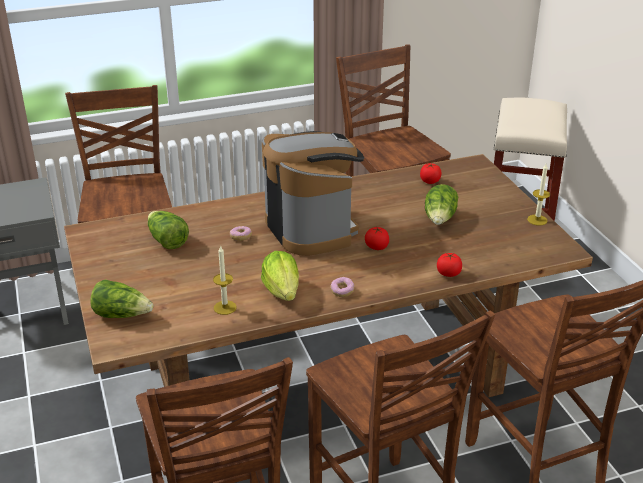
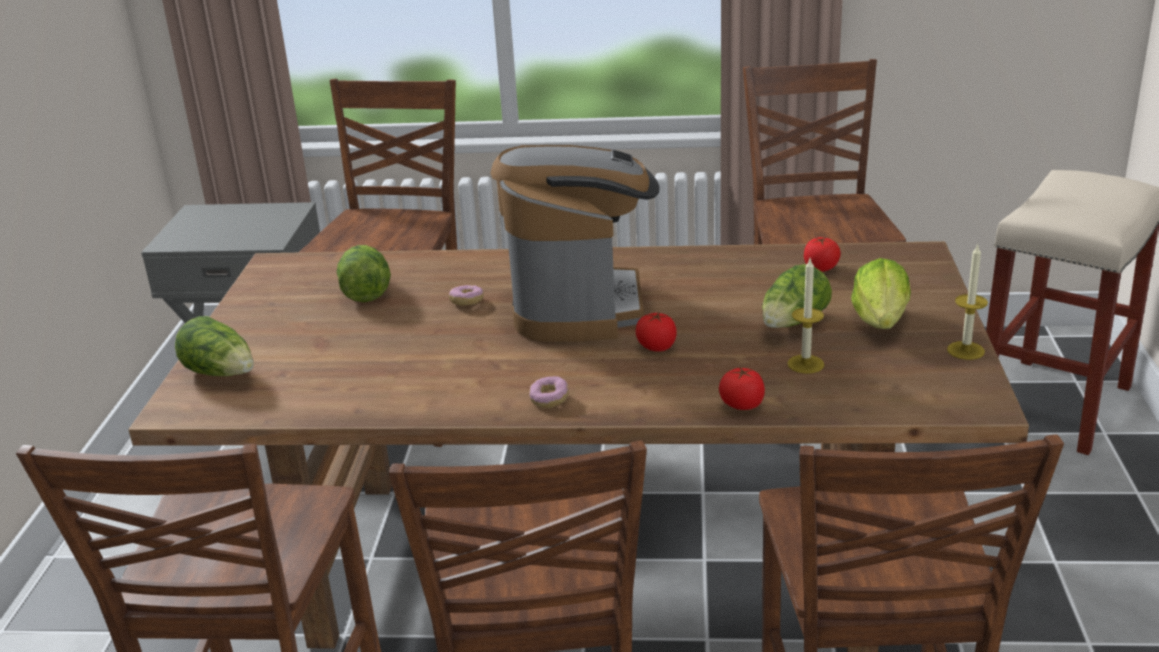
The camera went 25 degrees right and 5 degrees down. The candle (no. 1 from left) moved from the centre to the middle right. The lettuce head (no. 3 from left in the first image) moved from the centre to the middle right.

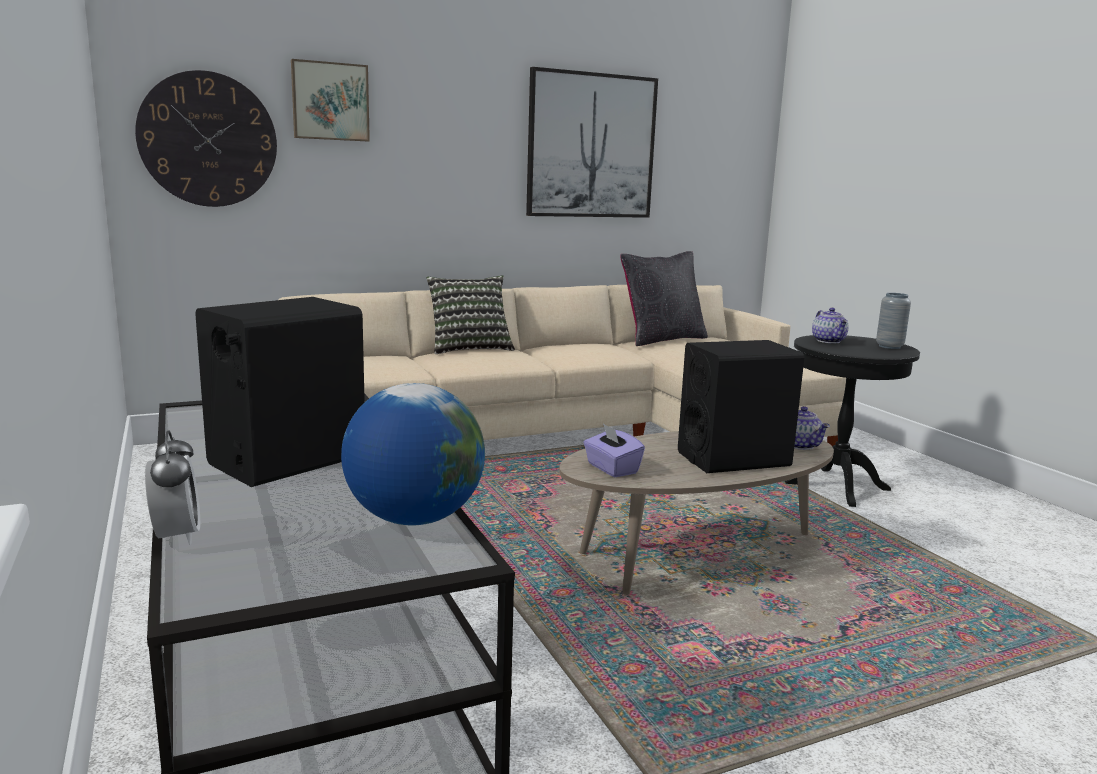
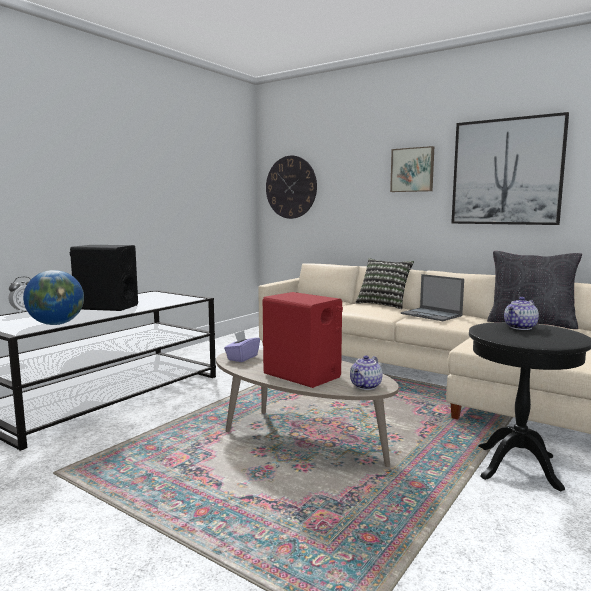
The camera went 60 degrees right and 5 degrees down. The black audio speaker (no. 2 from left) at the middle right became the red-coloured audio speaker at the centre. The picture (no. 1 from left) moved from the top left to the top right. The portable computer at the middle right appeared. The greyish vase at the middle right disappeared.

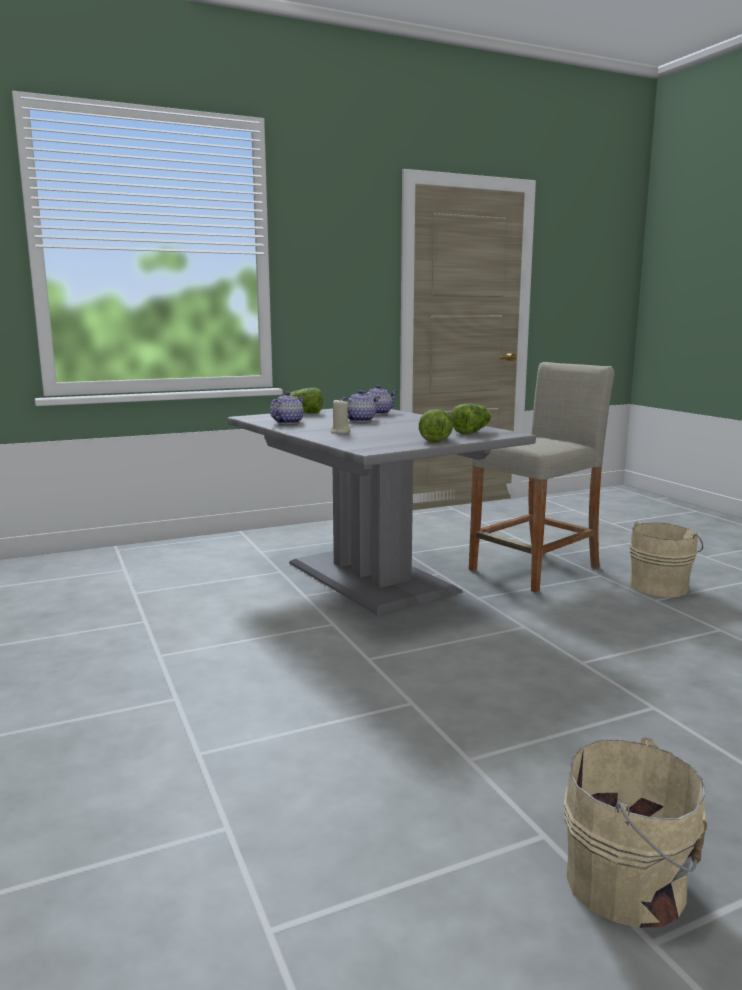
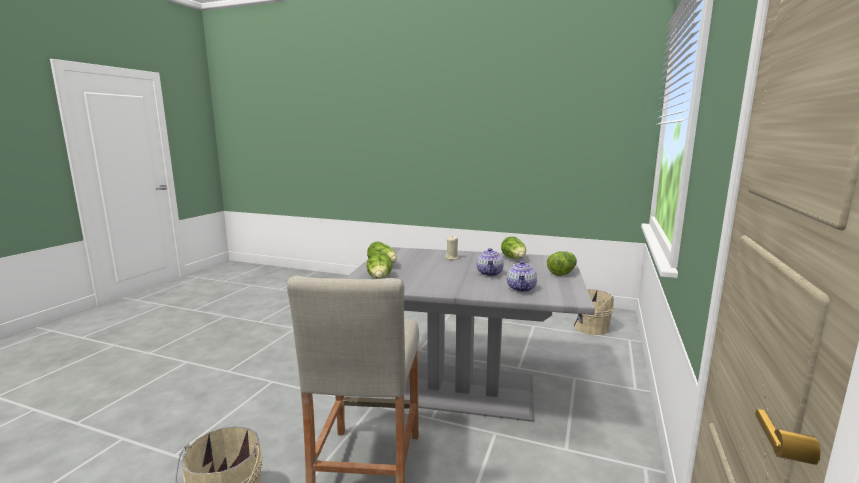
The camera went 135 degrees right and 0 degrees up. The teapot (no. 1 from left) at the centre was replaced by the lettuce head (no. 3 from left) at the centre. The sand-coloured water bucket (no. 1 from left in the first image) moved from the bottom right to the middle right.

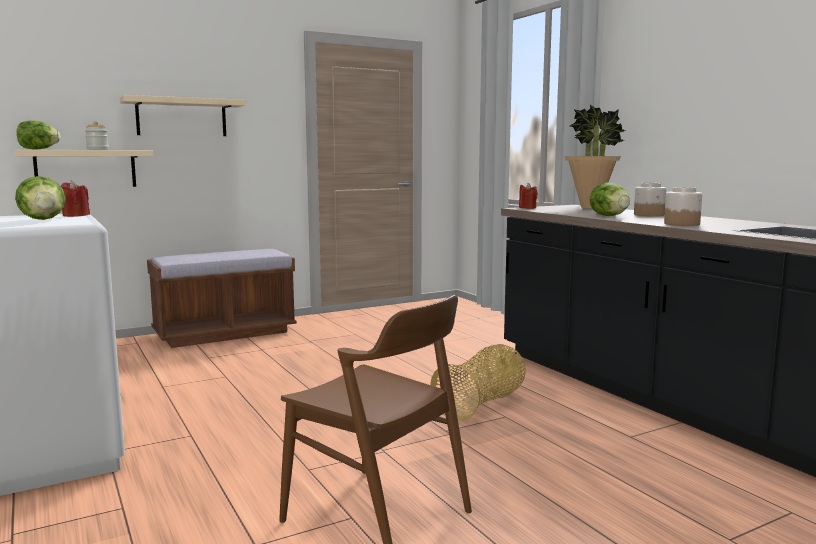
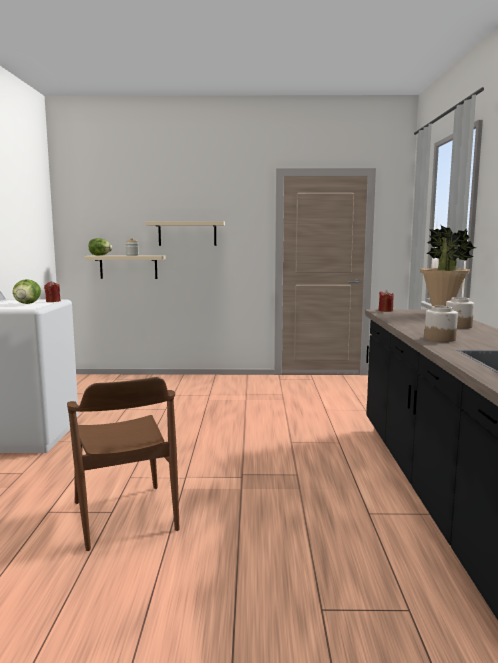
The camera went 30 degrees right and 0 degrees up. The brown-coloured indoor bench at the middle left disappeared. The storage basket at the bottom centre disappeared. The lettuce head (no. 3 from left) at the middle right disappeared.

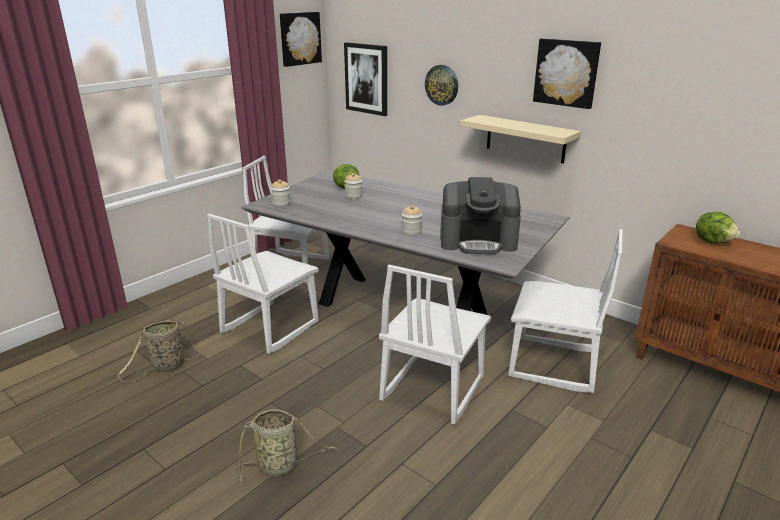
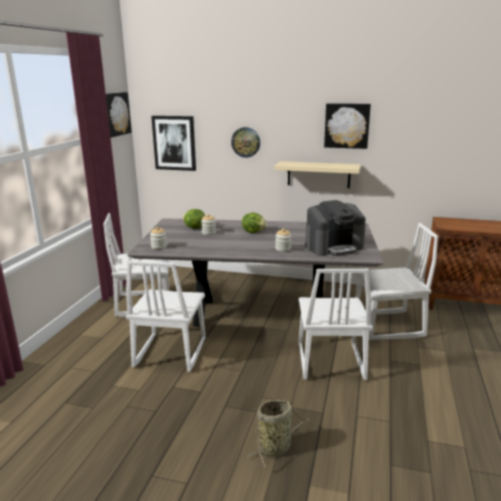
The camera went 25 degrees left and 5 degrees down. The lettuce head (no. 2 from left) moved from the middle right to the centre. The storage basket (no. 1 from left) at the bottom left disappeared.

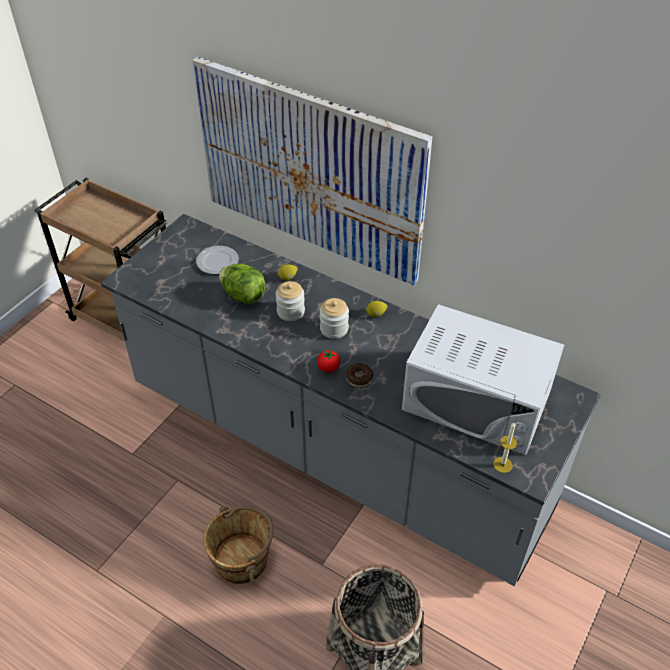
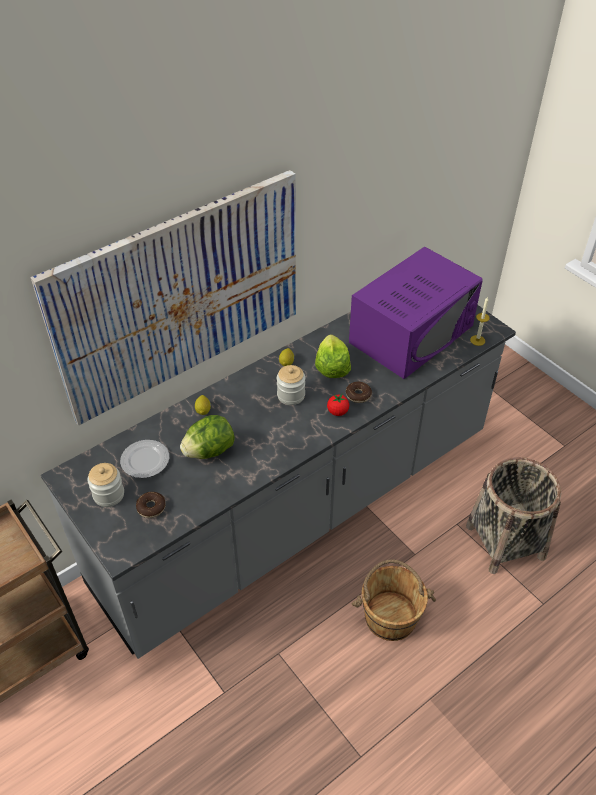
The camera went 70 degrees left and 0 degrees up. The jar (no. 1 from left) moved from the centre to the middle left. The donut (no. 1 from left) at the middle left appeared. The lettuce head (no. 2 from left) at the centre appeared. The white microwave oven at the middle right became the purple microwave oven at the middle right.

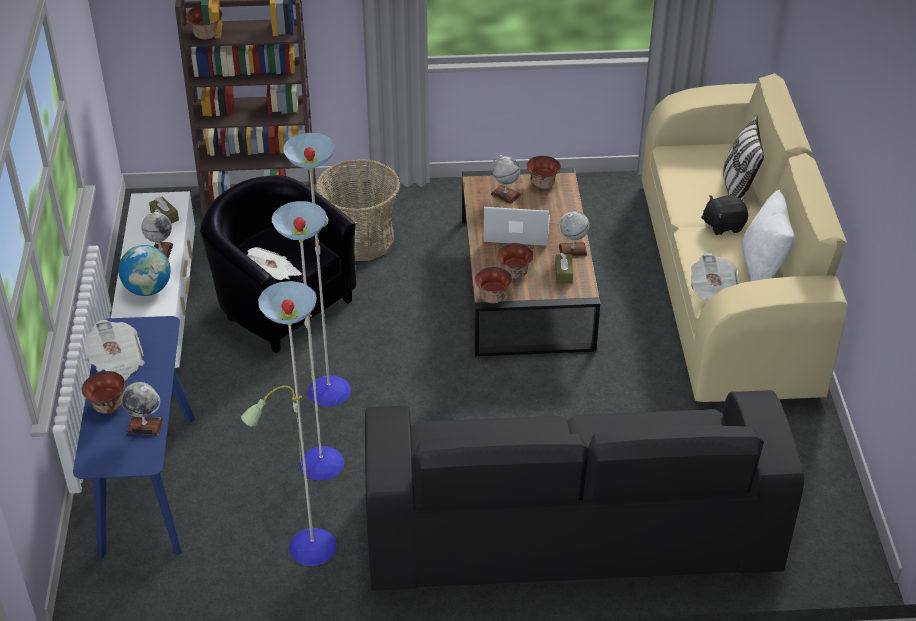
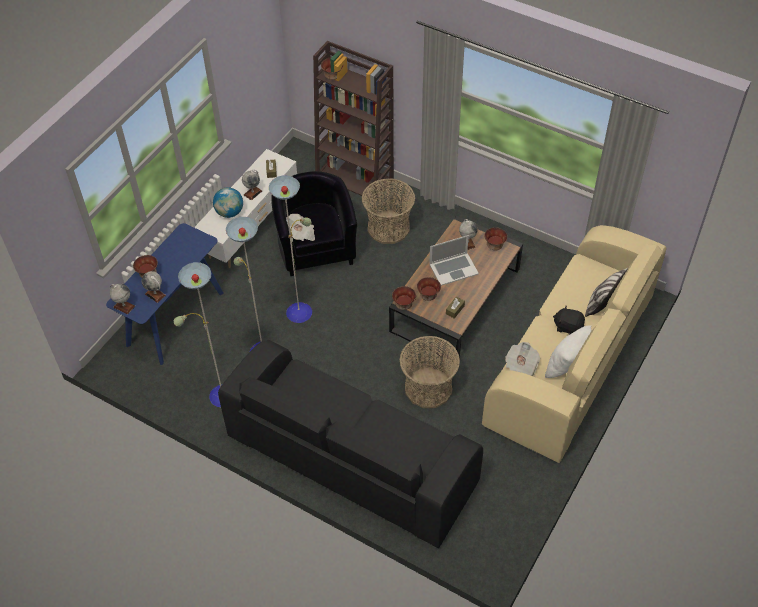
The camera went 35 degrees right and 10 degrees up. The world globe (no. 5 from left in the first image) moved from the centre to the middle left. The storage basket (no. 2 from left) at the centre appeared. The portable computer at the centre turned 120 degrees clockwise. The daily paper (no. 1 from left) at the middle left disappeared.

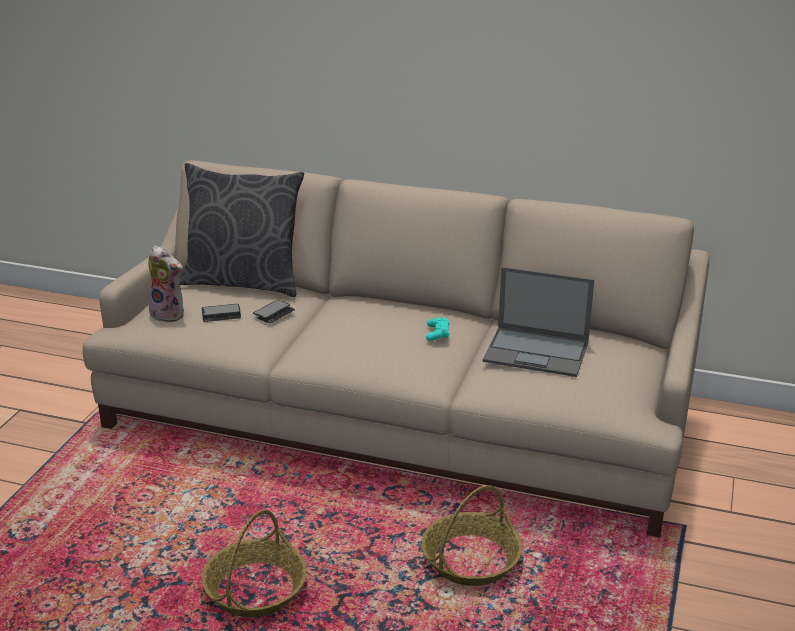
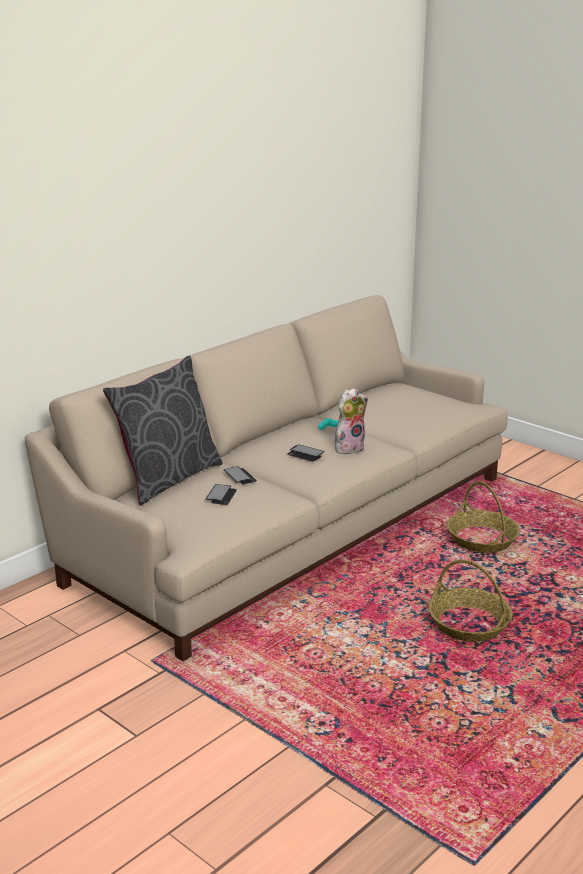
The camera went 65 degrees left and 5 degrees down. The handset (no. 3 from left) at the centre appeared. The cuddly toy moved from the middle left to the centre. The portable computer at the middle right disappeared.

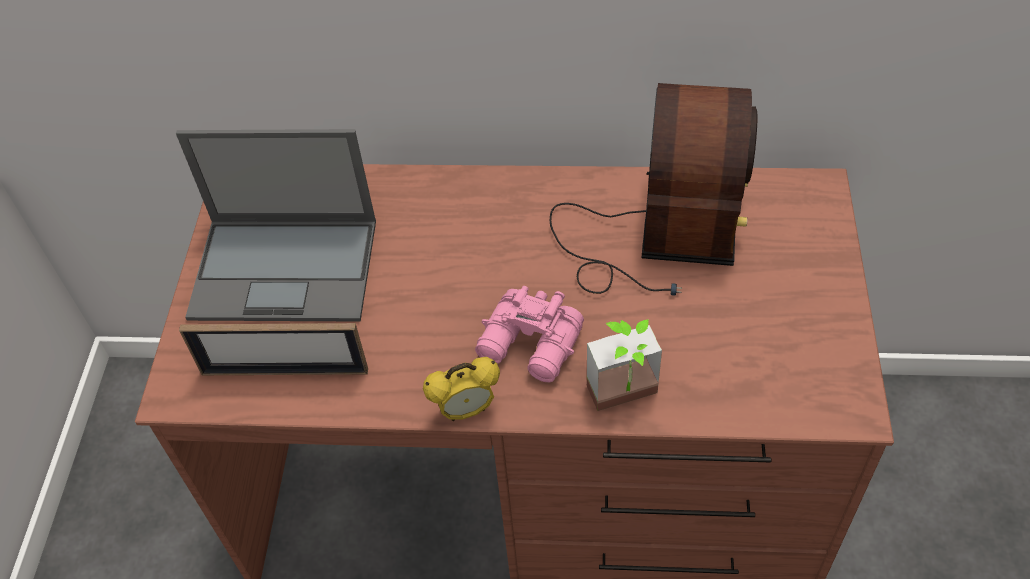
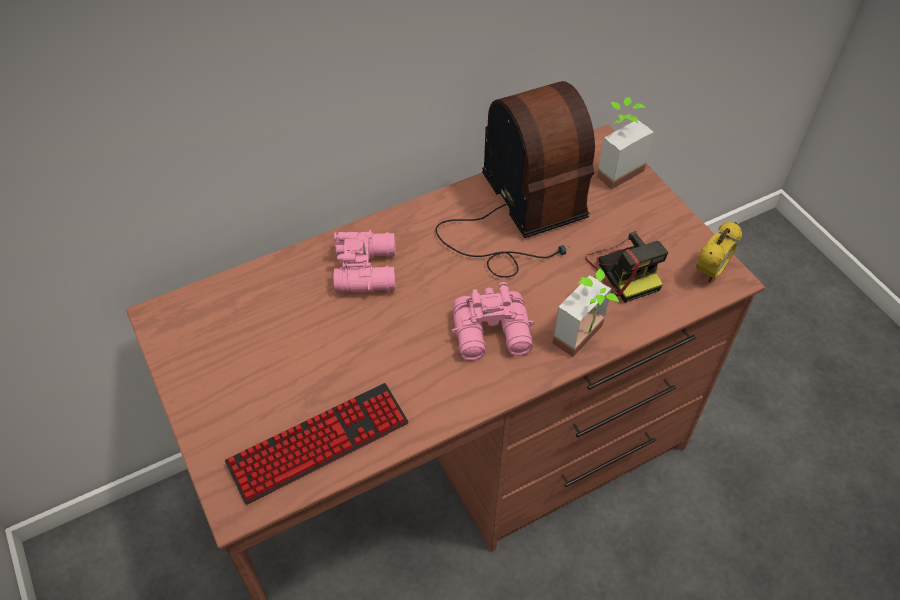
The camera went 35 degrees left and 0 degrees up. The picture frame at the middle left was replaced by the keyboard at the bottom centre. The pinkish field glasses (no. 1 from left) at the centre appeared. The still camera at the middle right appeared. The plant in a pot (no. 2 from left) at the top right appeared. The table clock moved from the bottom centre to the middle right. The portable computer at the middle left disappeared.

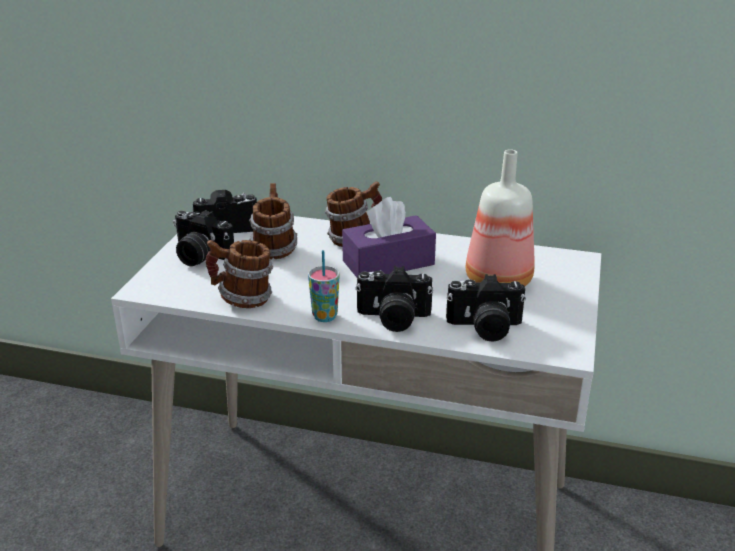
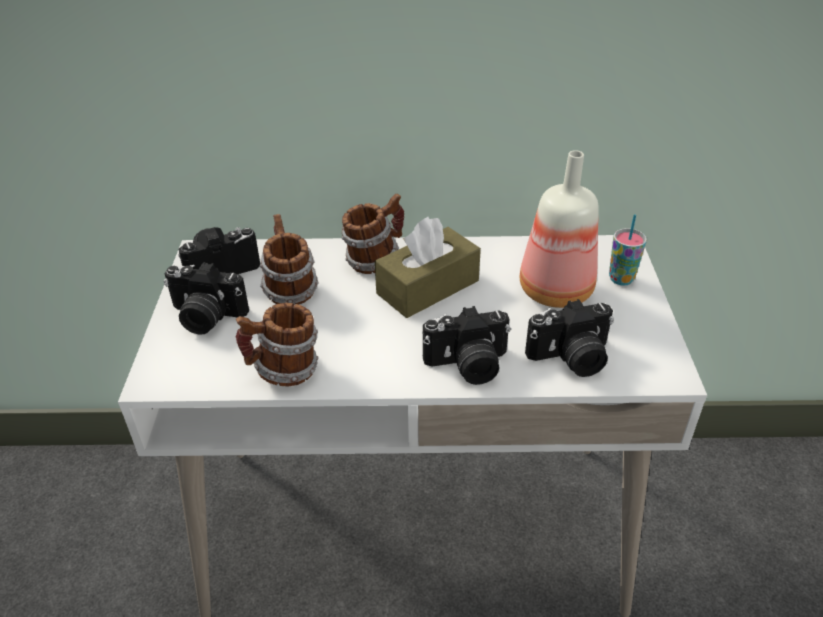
The camera went 15 degrees left and 10 degrees up. The purple box of tissues at the centre became the brown-coloured box of tissues at the centre. The drinking cup moved from the centre to the middle right.

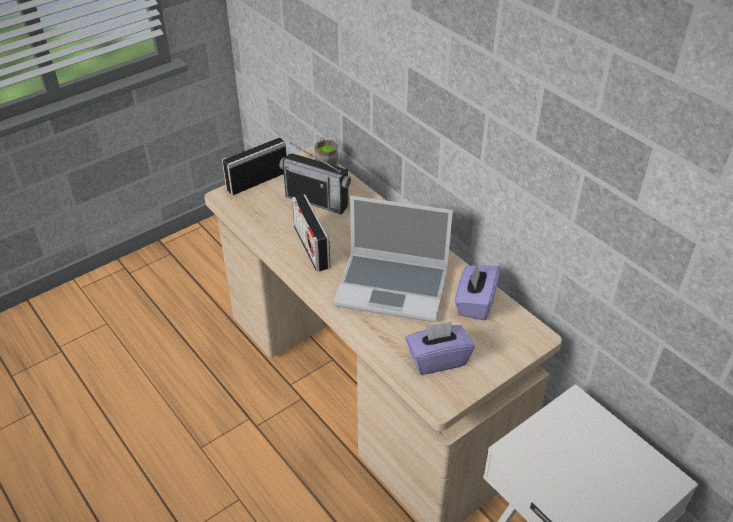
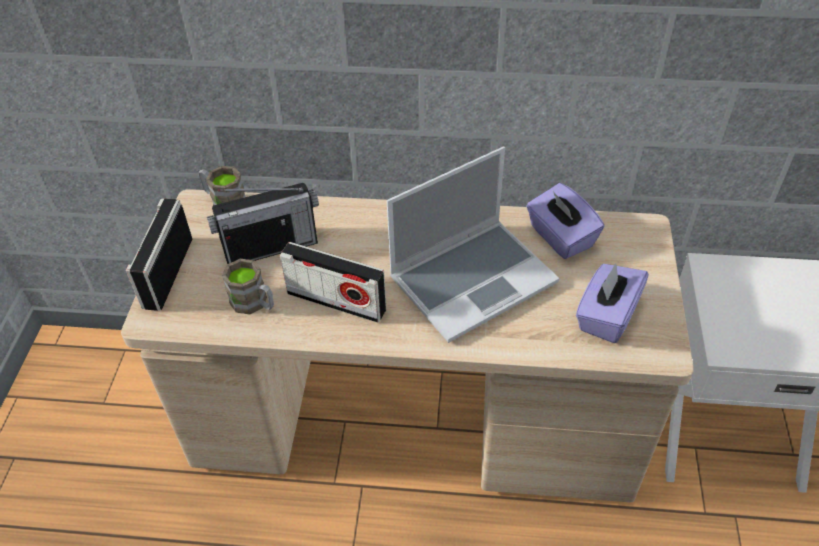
The camera went 45 degrees left and 5 degrees up. The brown-coloured tea mug (no. 2 from left) at the middle left appeared.

